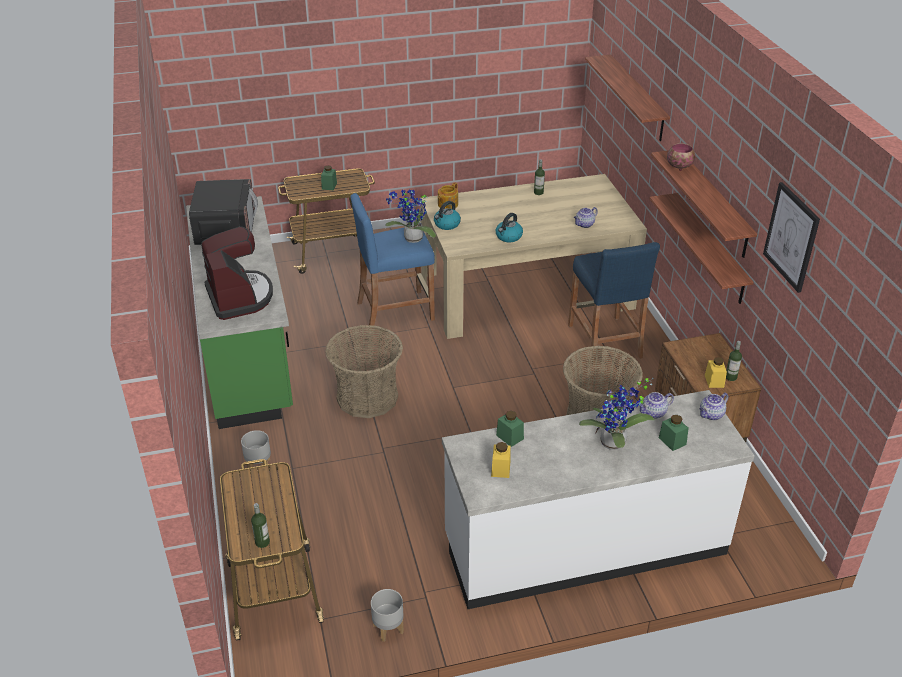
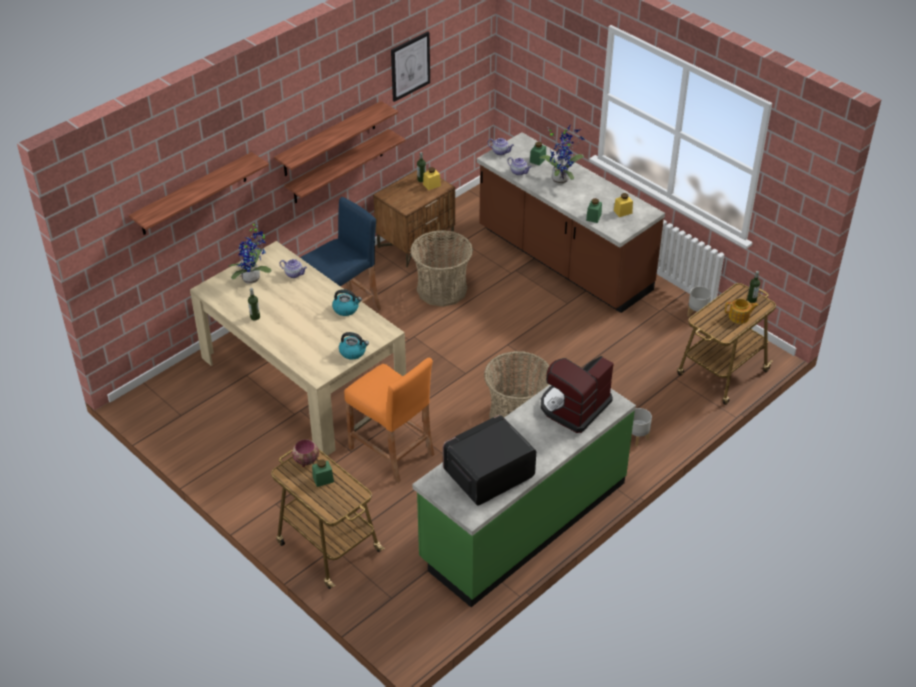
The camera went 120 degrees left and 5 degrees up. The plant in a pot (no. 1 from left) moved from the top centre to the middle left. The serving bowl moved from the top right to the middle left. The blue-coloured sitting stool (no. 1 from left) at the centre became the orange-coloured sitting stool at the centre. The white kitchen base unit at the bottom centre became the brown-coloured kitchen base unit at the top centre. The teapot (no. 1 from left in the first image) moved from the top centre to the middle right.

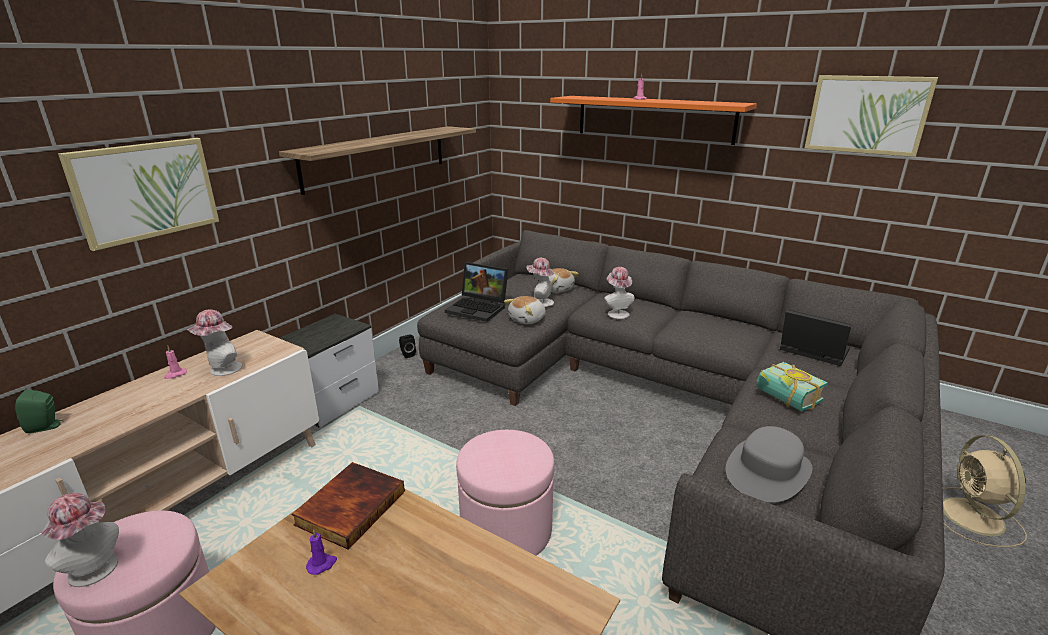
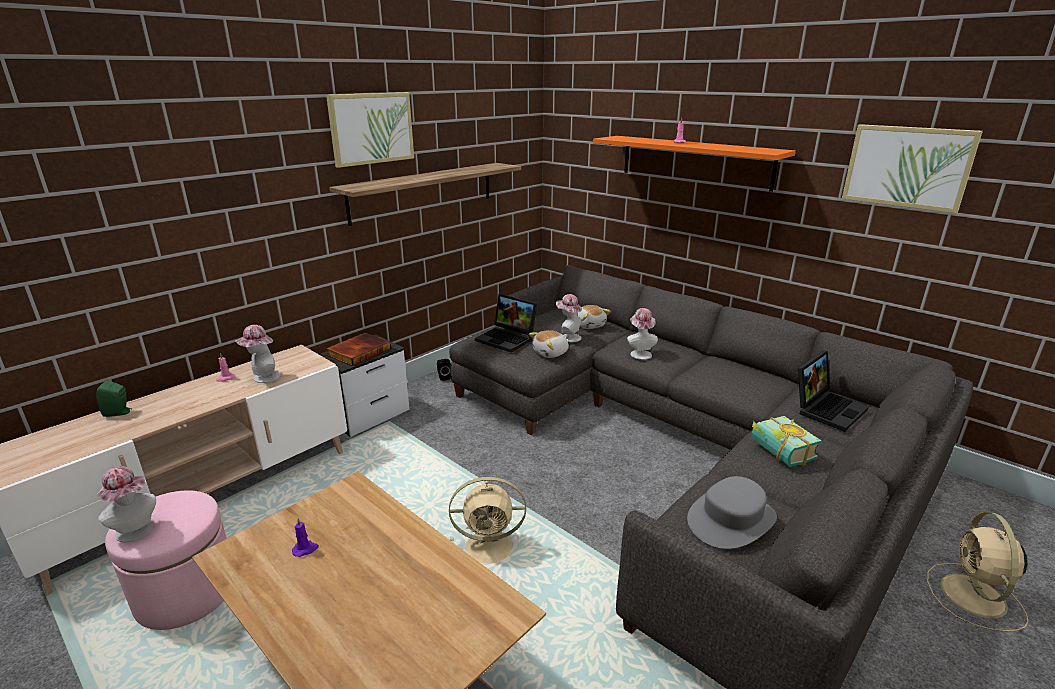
The camera went 10 degrees right and 0 degrees up. The picture (no. 1 from left) moved from the top left to the top centre. The volume (no. 1 from left) moved from the bottom left to the centre. The pinkish pouffe (no. 2 from left) at the bottom centre was replaced by the sand-coloured electric fan (no. 1 from left) at the bottom centre. The portable computer (no. 2 from left) at the middle right turned 90 degrees clockwise.

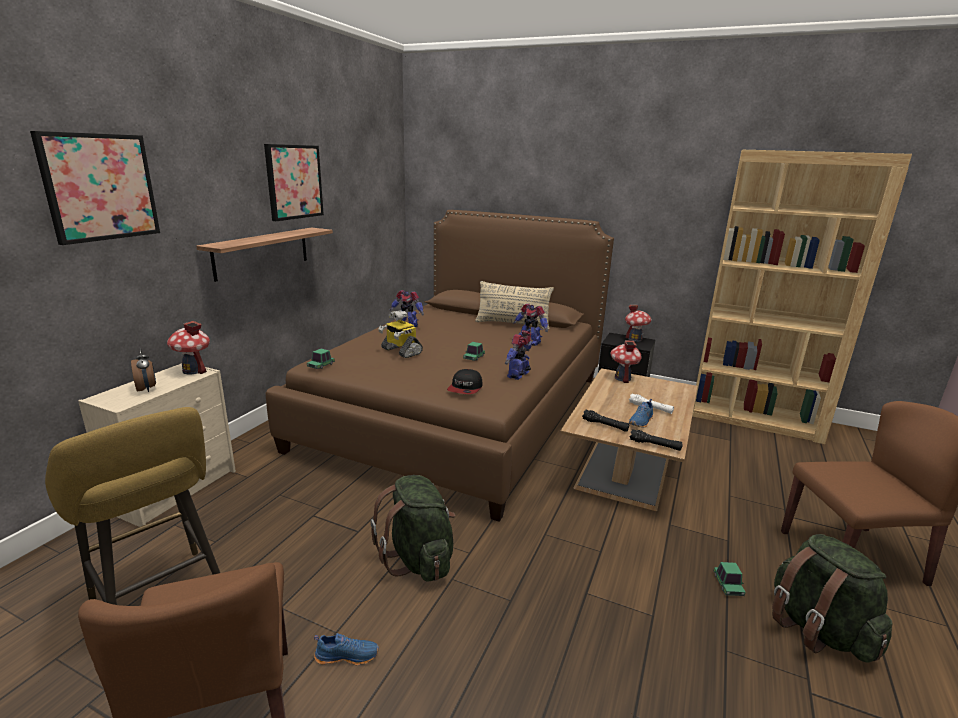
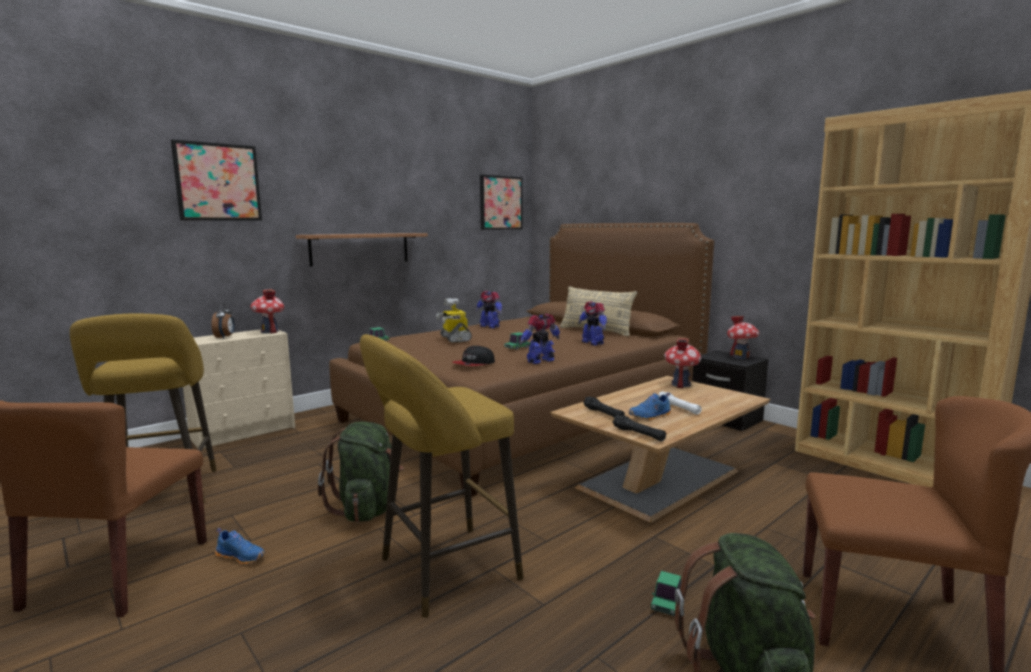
The camera went 25 degrees right and 10 degrees down. The yellow-coloured sitting stool (no. 2 from left) at the bottom centre appeared. The picture (no. 2 from left) moved from the top left to the top centre.

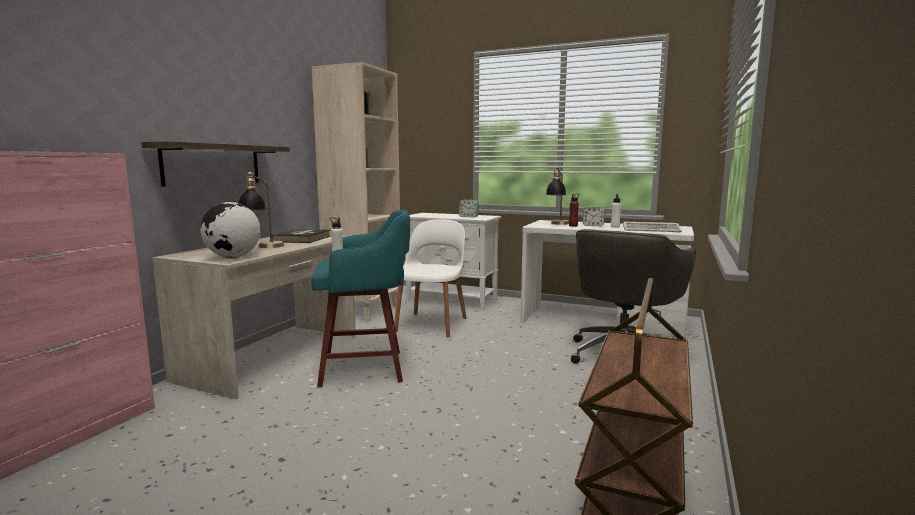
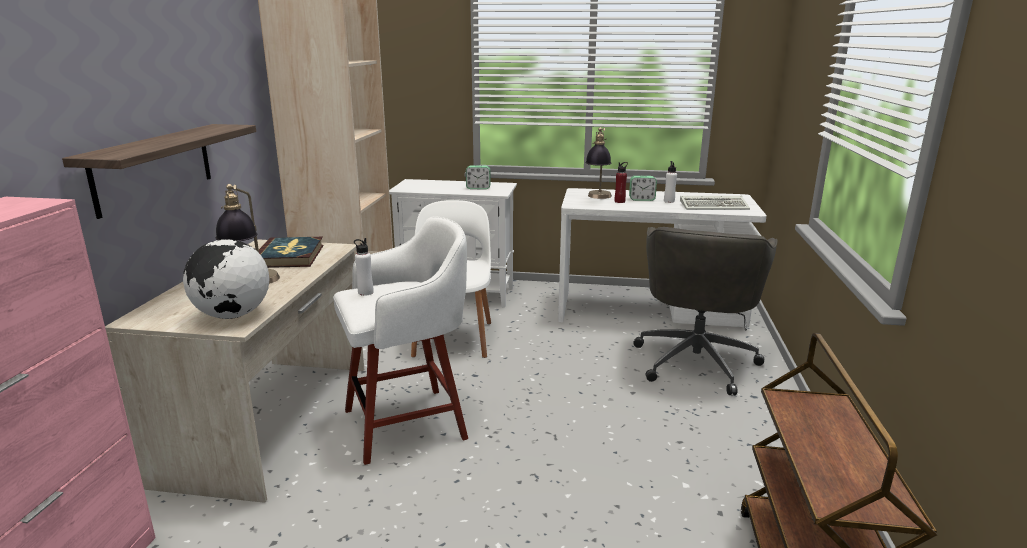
The camera went 15 degrees left and 10 degrees up. The turquoise sitting stool at the centre became the white sitting stool at the centre.

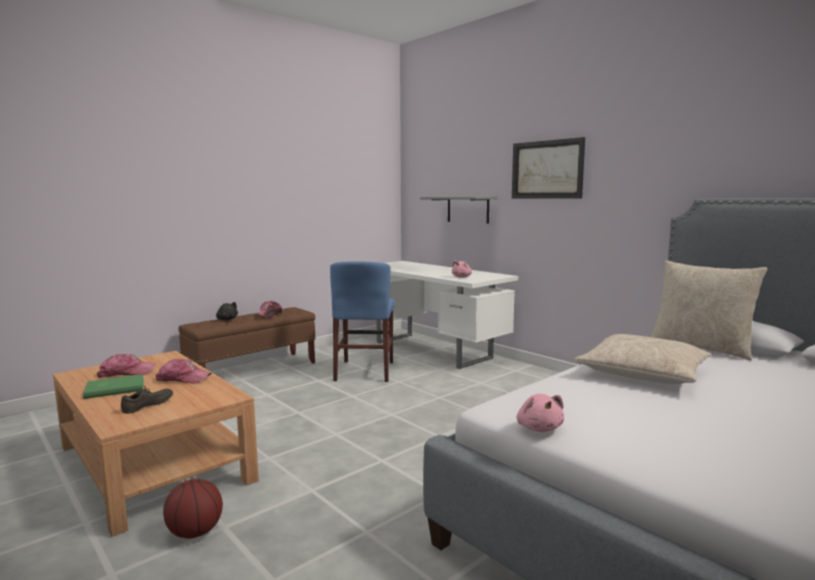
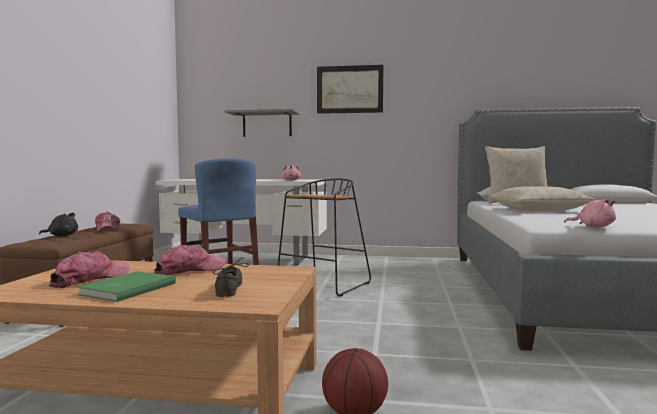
The camera went 40 degrees left and 5 degrees down. The black sitting stool at the centre appeared.

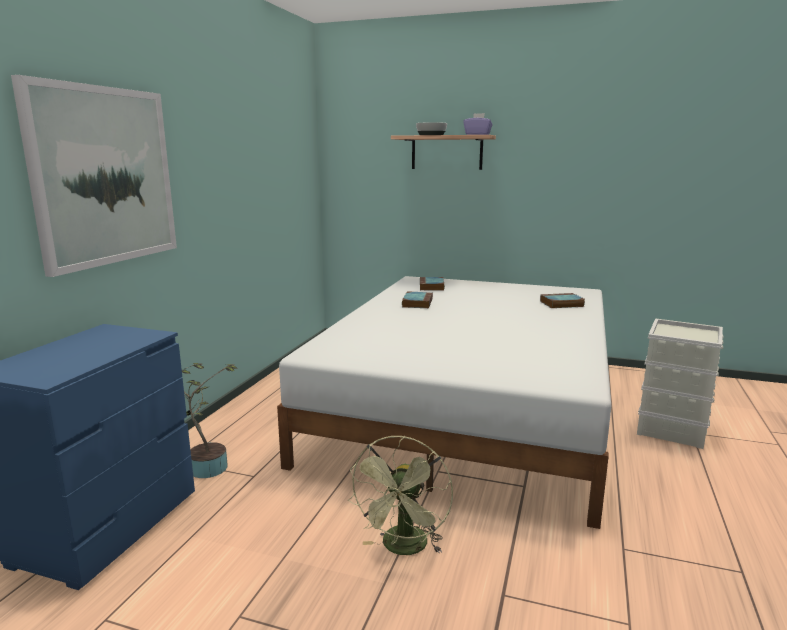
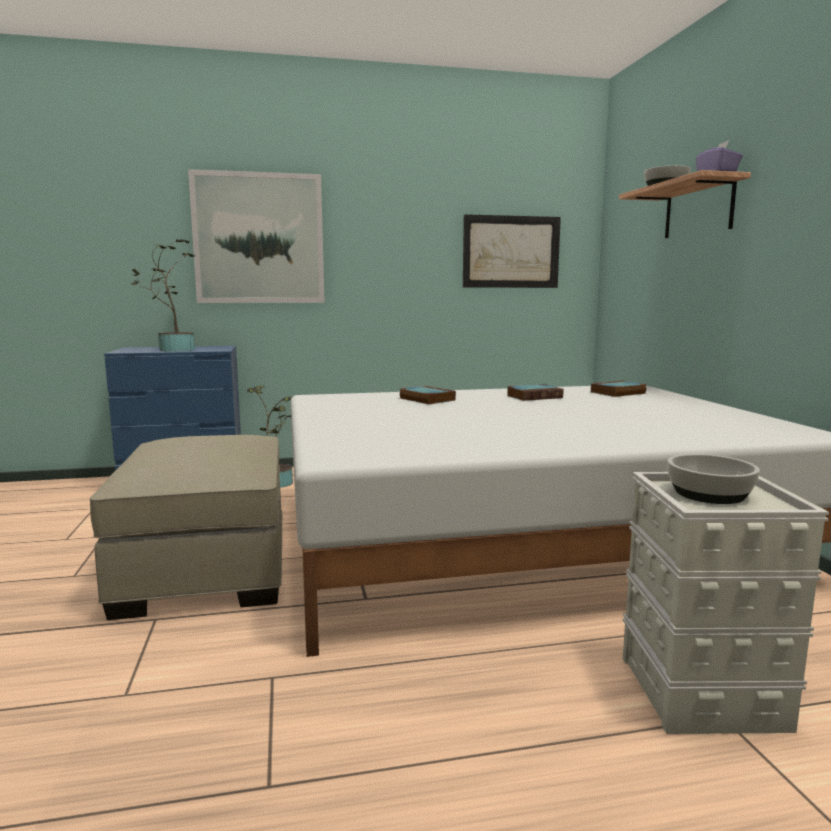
The camera went 60 degrees right and 5 degrees down. The green-coloured electric fan at the bottom centre was replaced by the sand-coloured pouffe at the middle left. The plant in a pot (no. 1 from left) at the middle left appeared. The volume (no. 3 from left in the first image) moved from the middle right to the centre. The picture (no. 2 from left) at the top centre appeared. The serving bowl (no. 2 from left) at the middle right appeared.

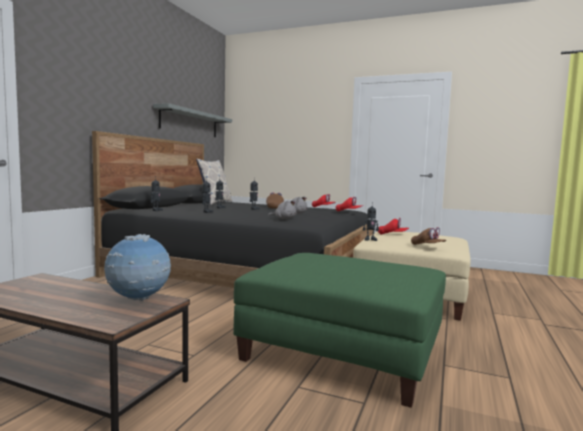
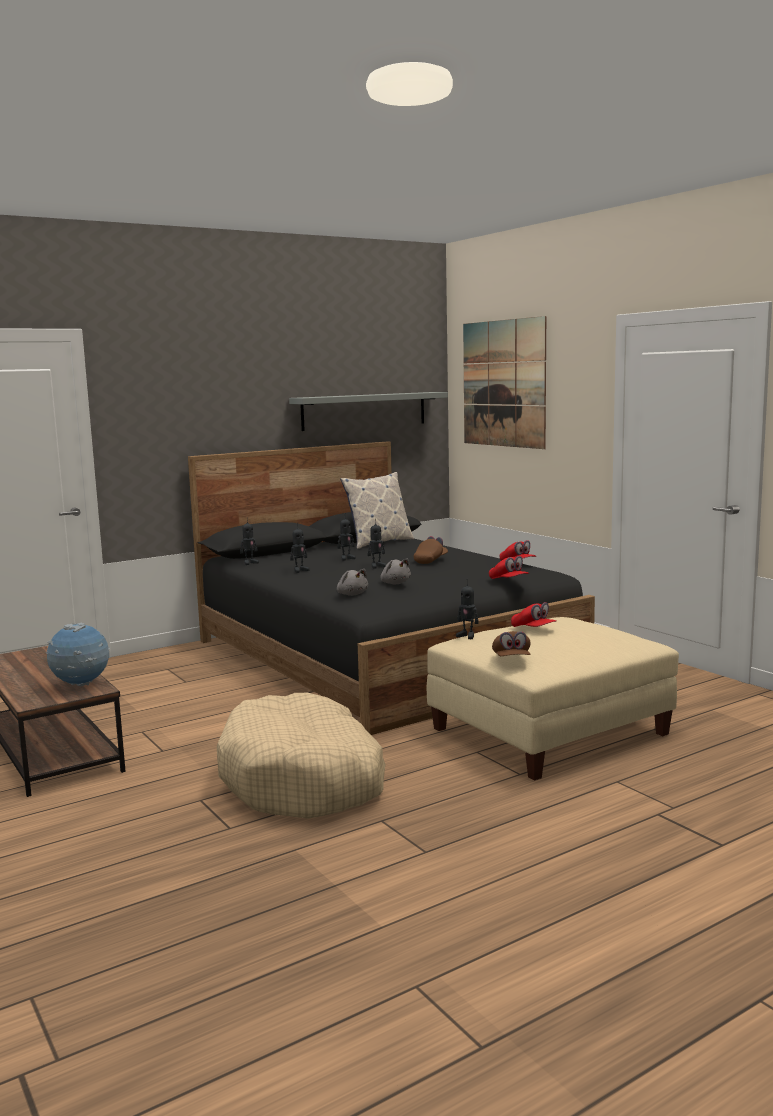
The camera went 35 degrees right and 5 degrees up. The green-coloured pouffe at the bottom centre was replaced by the sand-coloured pet bed at the bottom centre. The picture at the centre appeared.

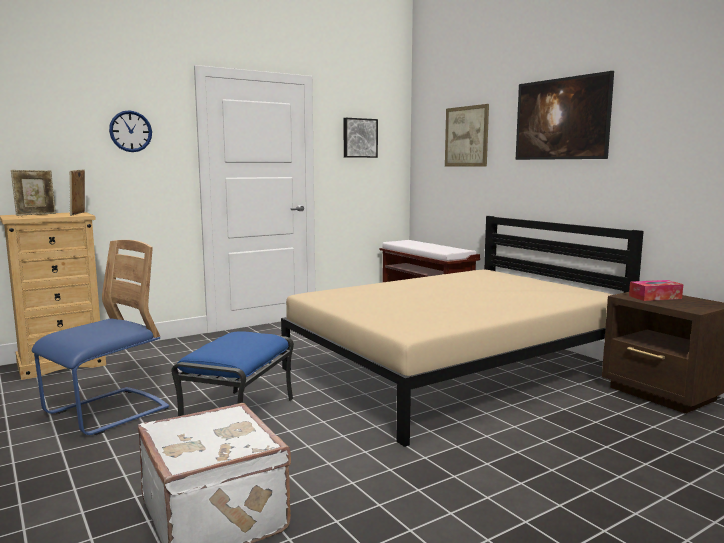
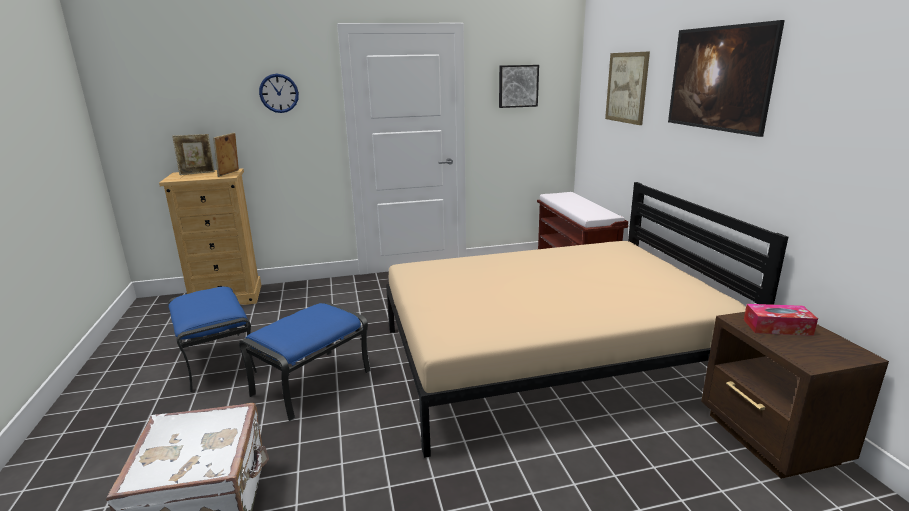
The camera went 20 degrees right and 10 degrees up. The blue-coloured chair at the middle left was replaced by the blue-coloured pouffe (no. 1 from left) at the middle left.

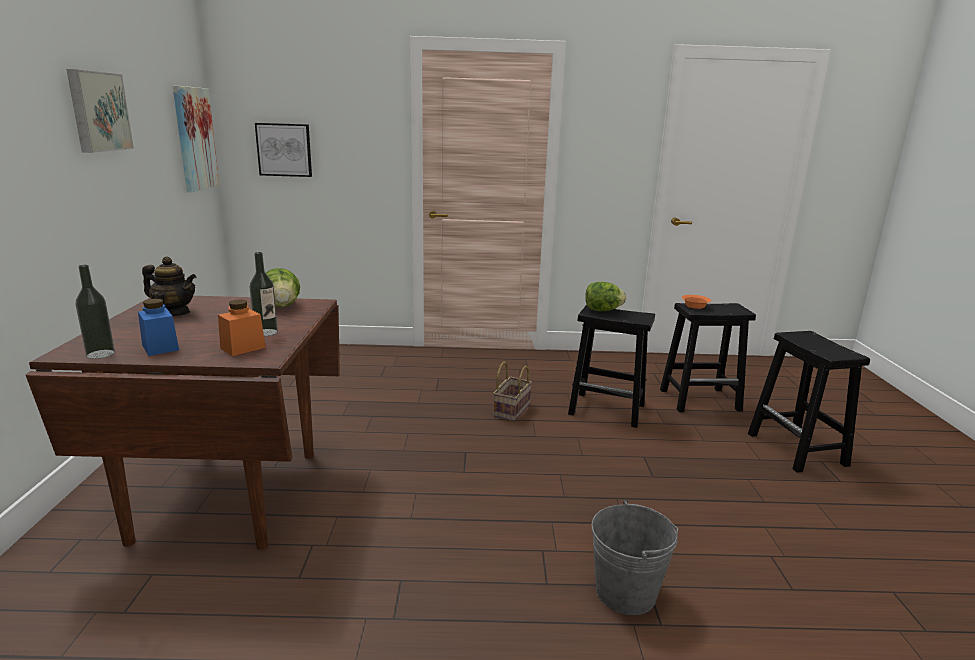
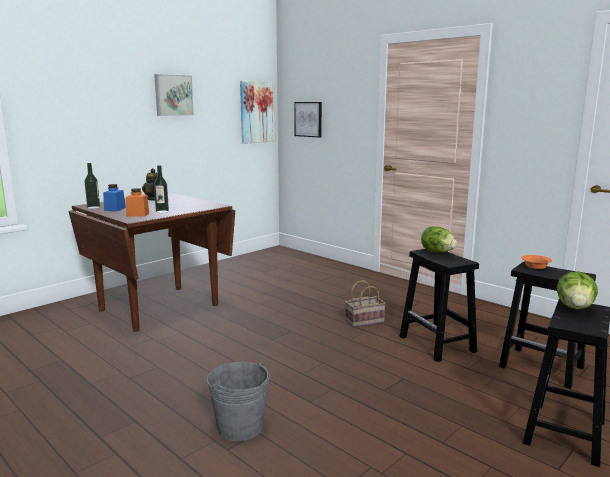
The camera went 45 degrees right and 5 degrees down. The lettuce head (no. 1 from left in the first image) moved from the middle left to the middle right.

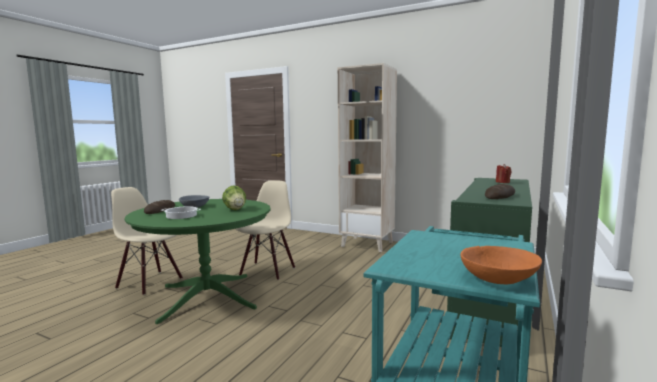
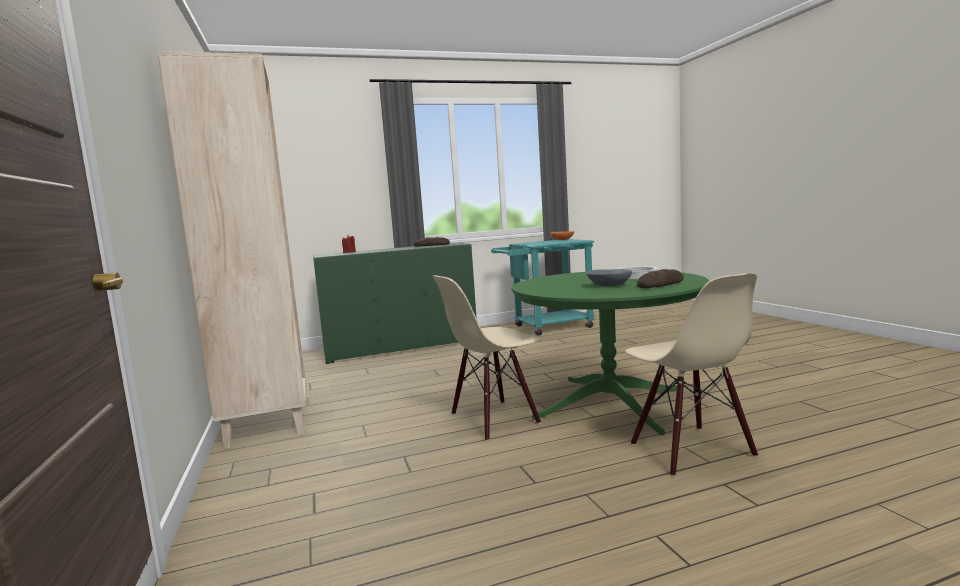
The camera went 135 degrees left and 0 degrees up. The lettuce head at the centre disappeared.

